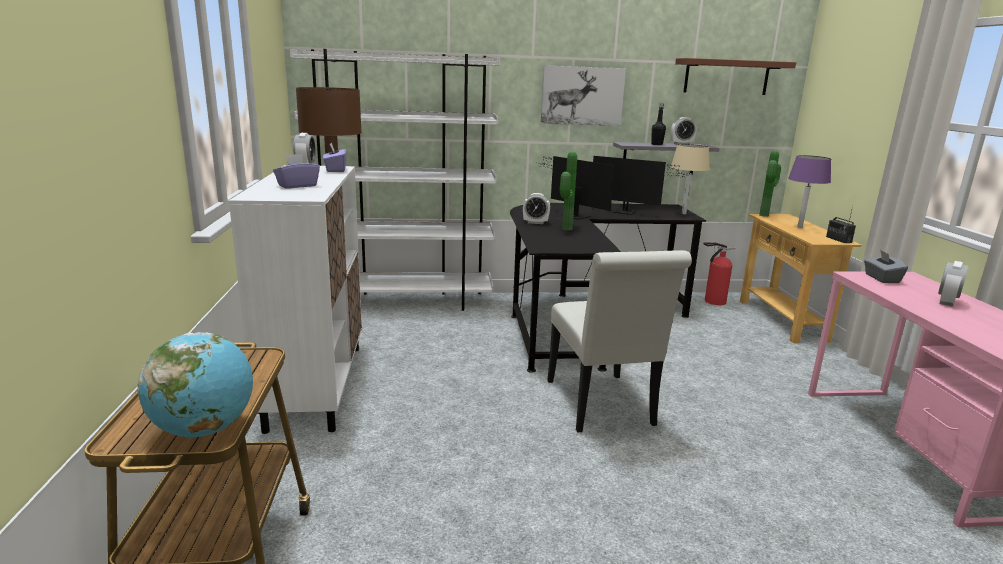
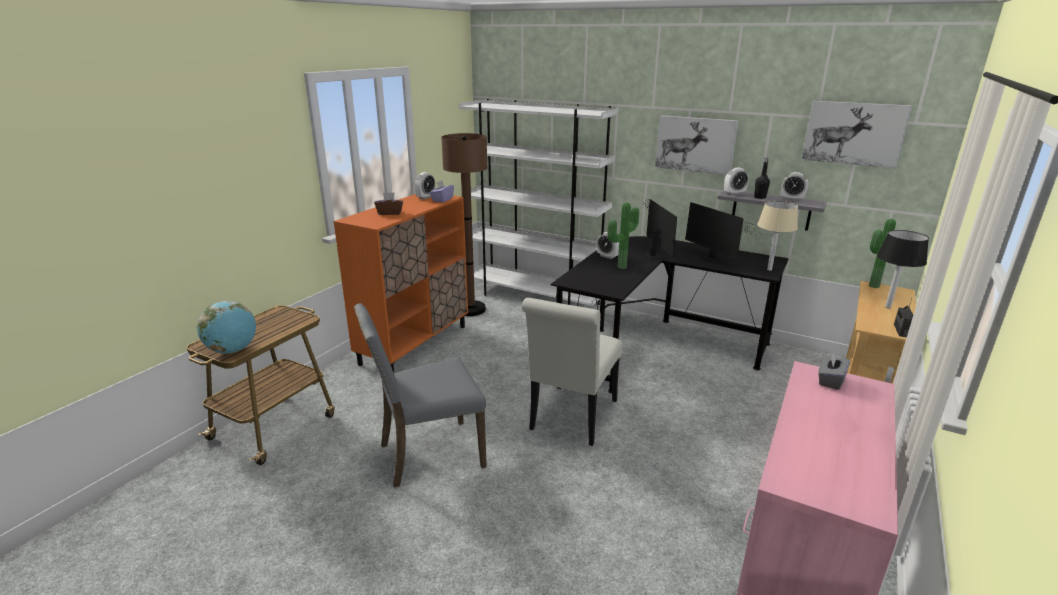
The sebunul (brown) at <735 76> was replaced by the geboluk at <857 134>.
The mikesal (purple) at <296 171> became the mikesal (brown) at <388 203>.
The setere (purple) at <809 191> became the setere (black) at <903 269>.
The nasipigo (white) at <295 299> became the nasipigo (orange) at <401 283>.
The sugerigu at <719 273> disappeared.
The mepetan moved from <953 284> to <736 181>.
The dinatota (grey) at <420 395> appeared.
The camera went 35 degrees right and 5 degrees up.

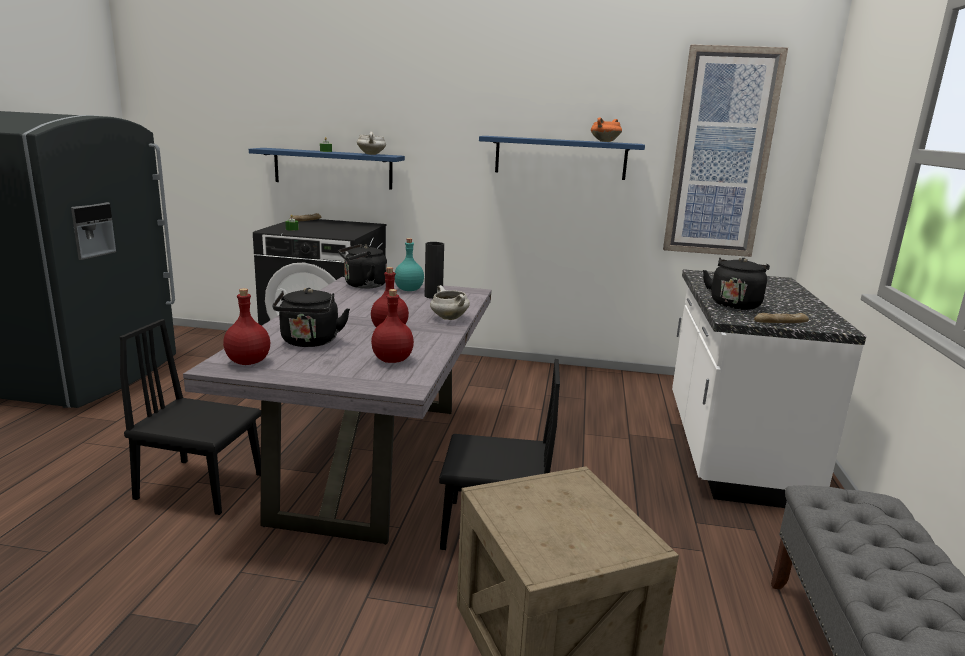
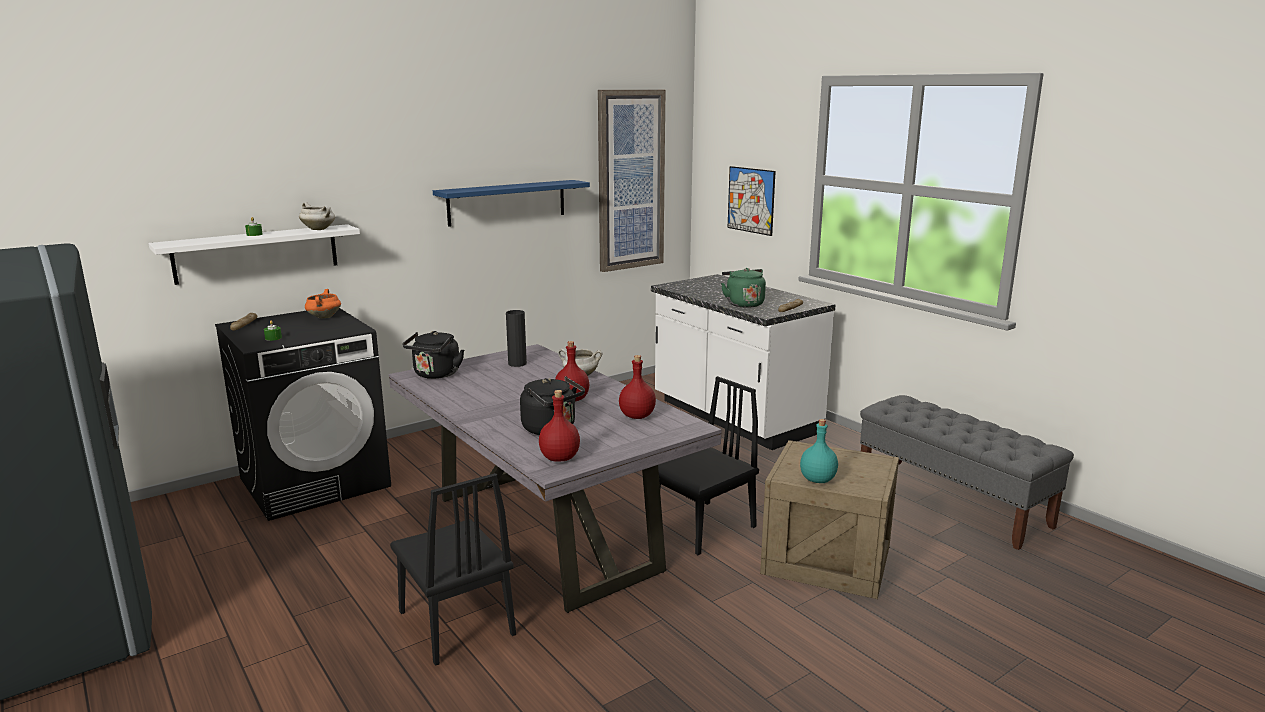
The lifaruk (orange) moved from <606 130> to <323 304>.
The sebunul (blue) at <327 169> became the sebunul (white) at <254 254>.
The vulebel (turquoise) moved from <409 264> to <819 451>.
The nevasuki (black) at <736 284> became the nevasuki (green) at <743 288>.
The dinatota (black) at <190 417> turned 90 degrees counterclockwise.
The geboluk at <751 201> appeared.
The camera went 45 degrees left and 0 degrees up.

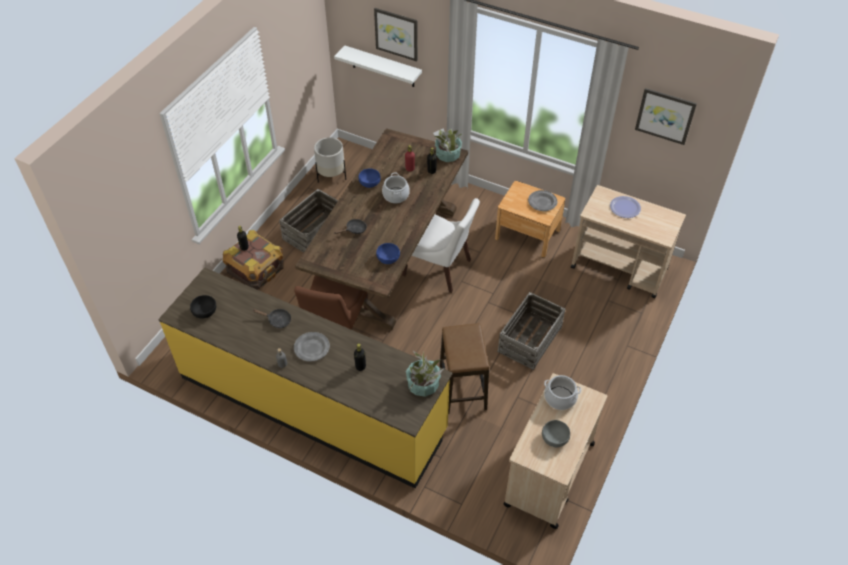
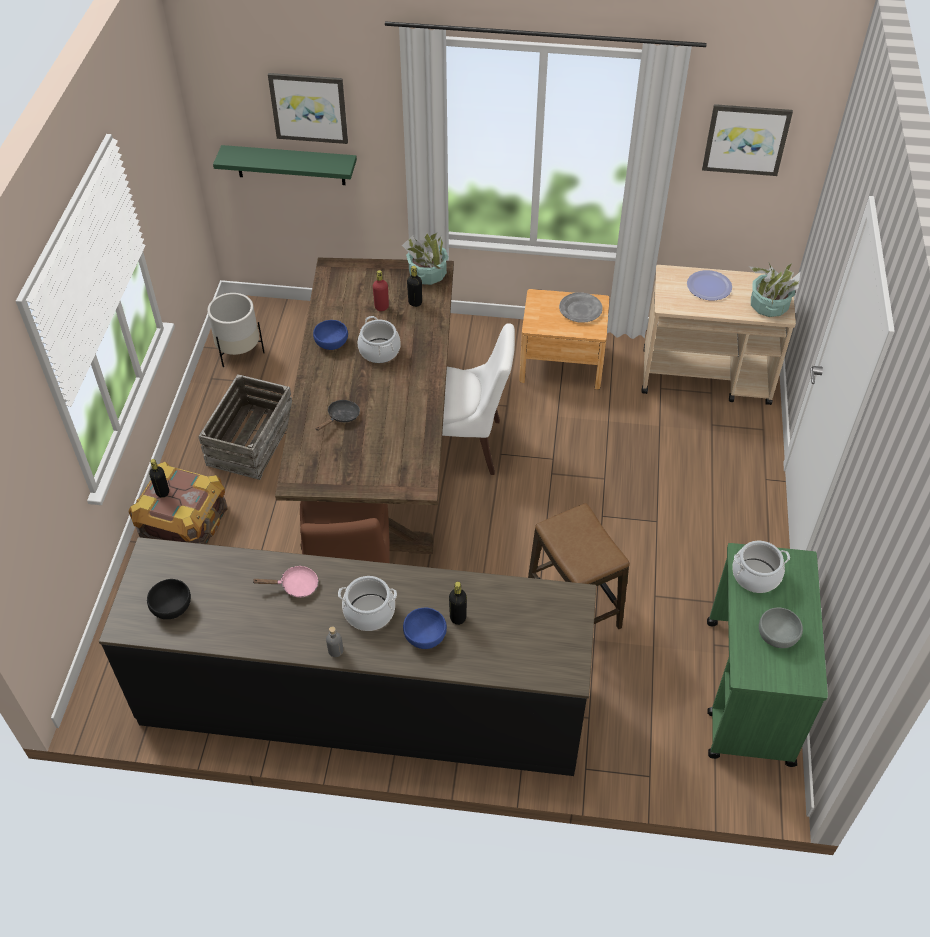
The sebunul (white) at <378 66> became the sebunul (green) at <285 165>.
The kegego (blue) moved from <388 253> to <425 628>.
The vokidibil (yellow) at <305 378> became the vokidibil (black) at <347 656>.
The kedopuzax at <531 331> disappeared.
The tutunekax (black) at <272 318> became the tutunekax (pink) at <285 581>.
The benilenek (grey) at <312 347> was replaced by the lifaruk at <367 603>.
The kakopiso moved from <425 374> to <775 290>.
The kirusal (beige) at <555 451> became the kirusal (green) at <767 655>.
The camera went 20 degrees left and 0 degrees up.

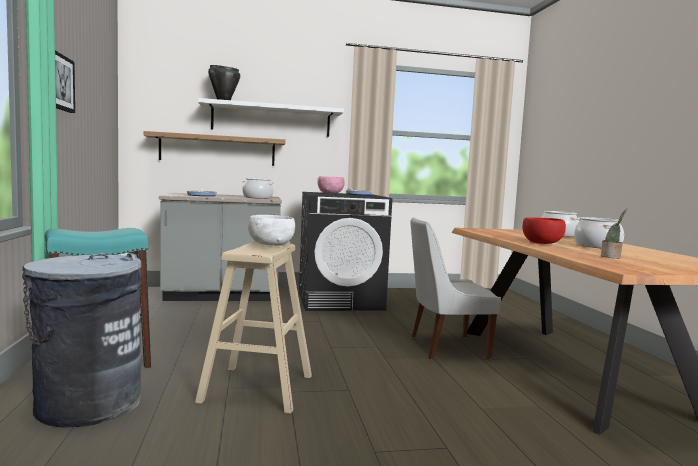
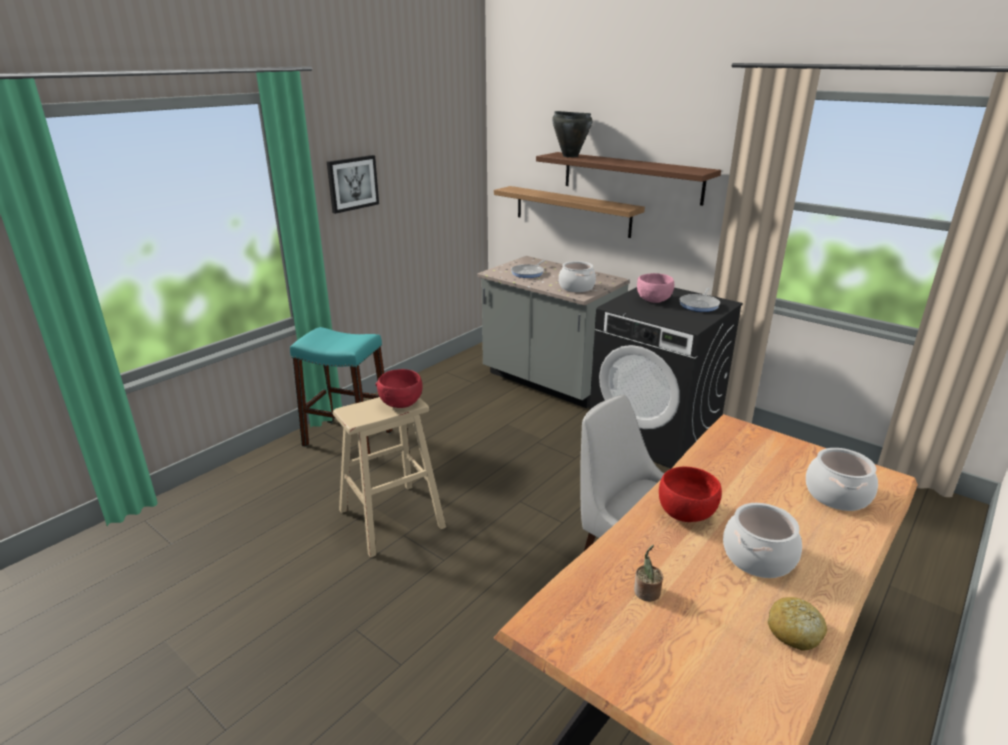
The sebunul (white) at <271 117> became the sebunul (brown) at <628 179>.
The kegego (white) at <271 230> became the kegego (red) at <399 388>.
The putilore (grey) at <82 340> disappeared.
The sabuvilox at <797 623> appeared.
The camera went 50 degrees right and 20 degrees up.

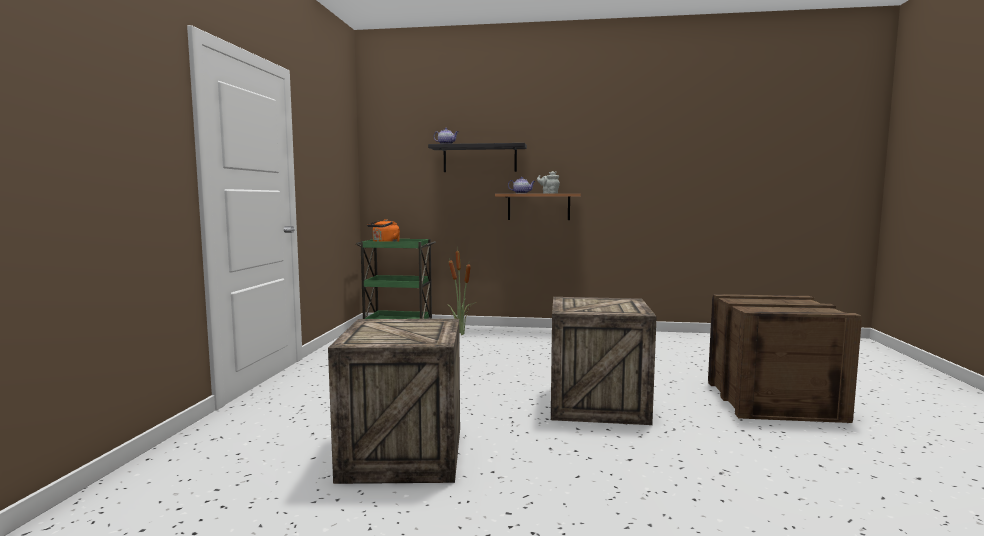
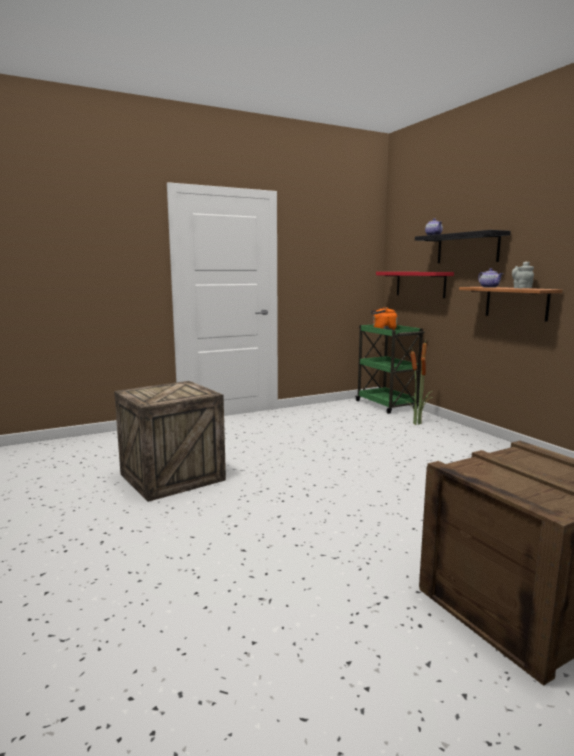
The kedopuzax at <604 361> disappeared.
The sebunul (red) at <415 285> appeared.
The camera went 55 degrees right and 5 degrees up.

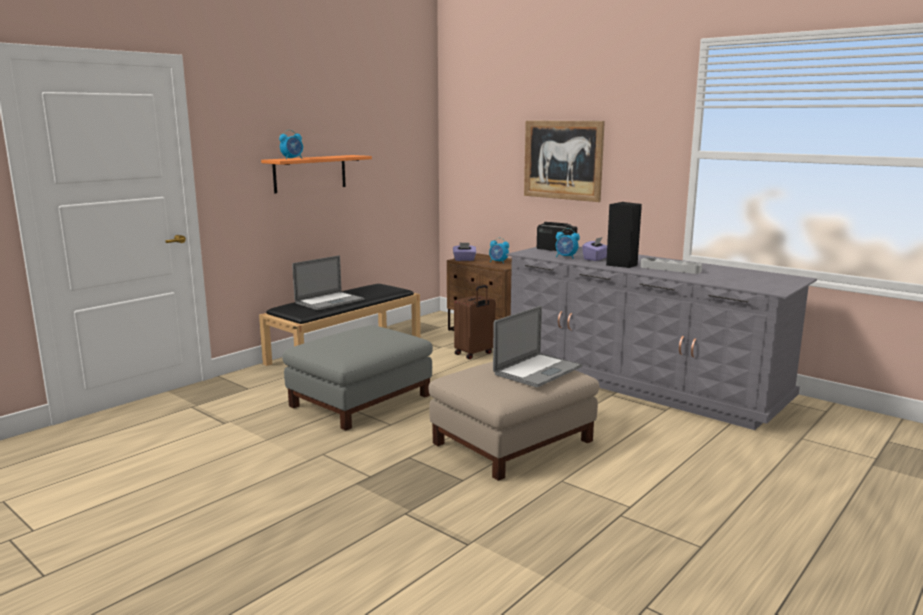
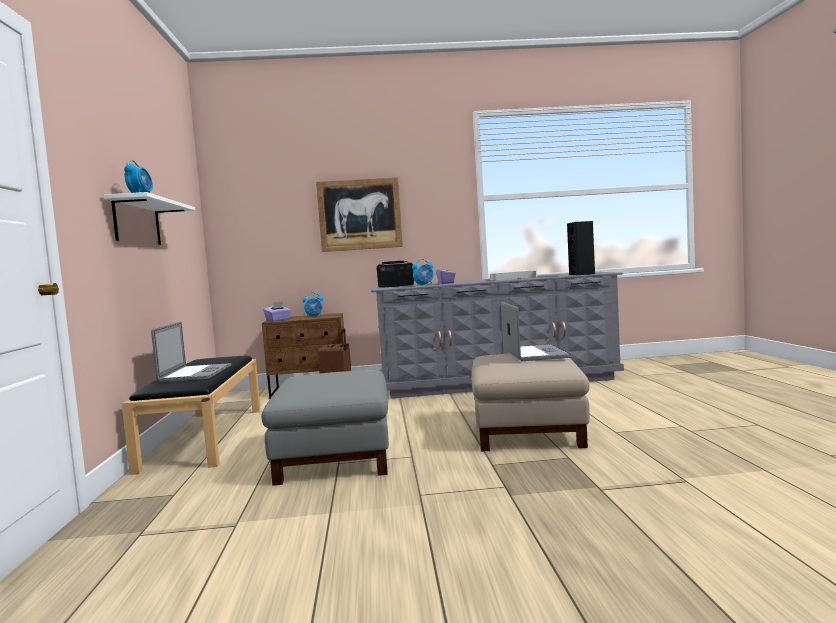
The sebunul (orange) at <316 174> became the sebunul (white) at <149 218>.
The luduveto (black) moved from <624 235> to <581 248>.
The camera went 45 degrees left and 10 degrees down.

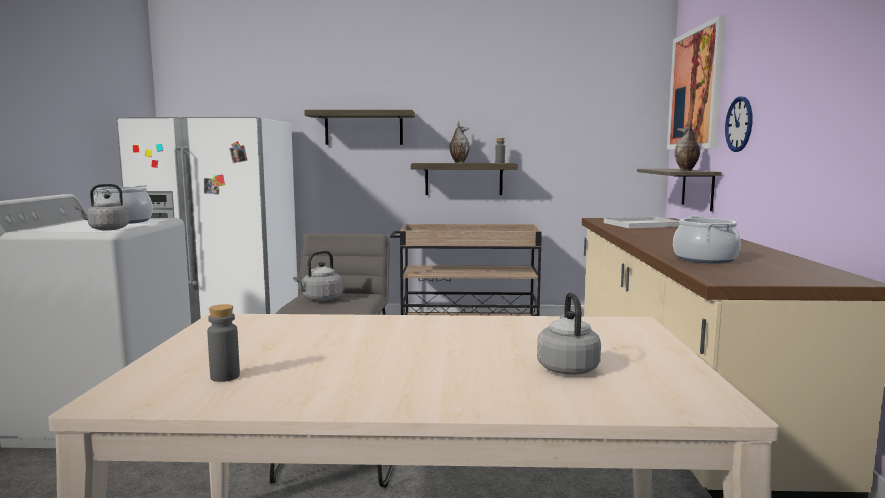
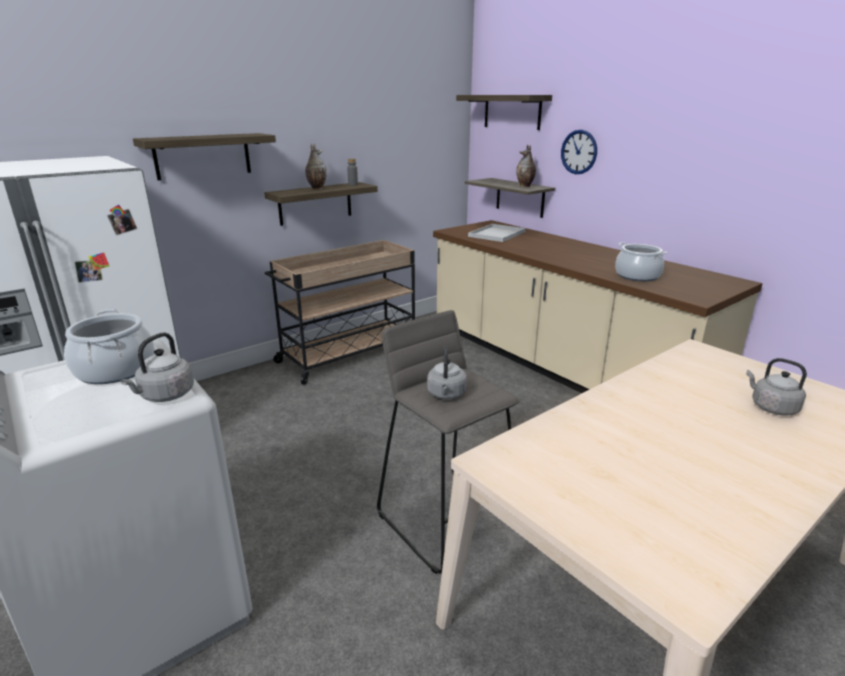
The geboluk at <696 82> was replaced by the sebunul at <504 112>.
The vulebel (grey) at <223 343> disappeared.
The camera went 40 degrees left and 15 degrees up.

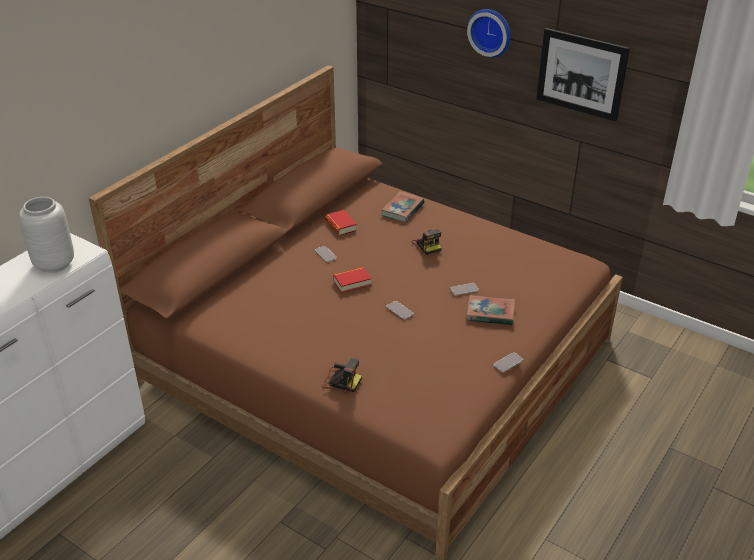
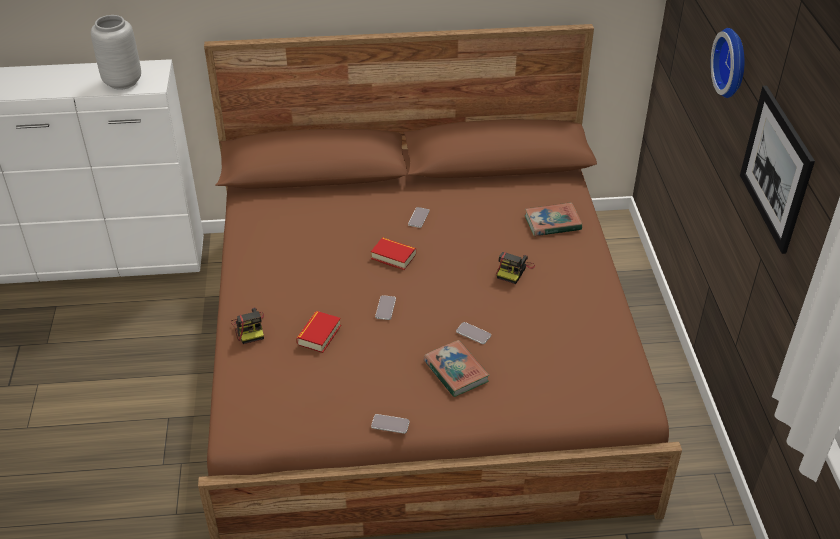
The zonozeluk moved from <341 223> to <318 332>.
The camera went 50 degrees right and 5 degrees up.

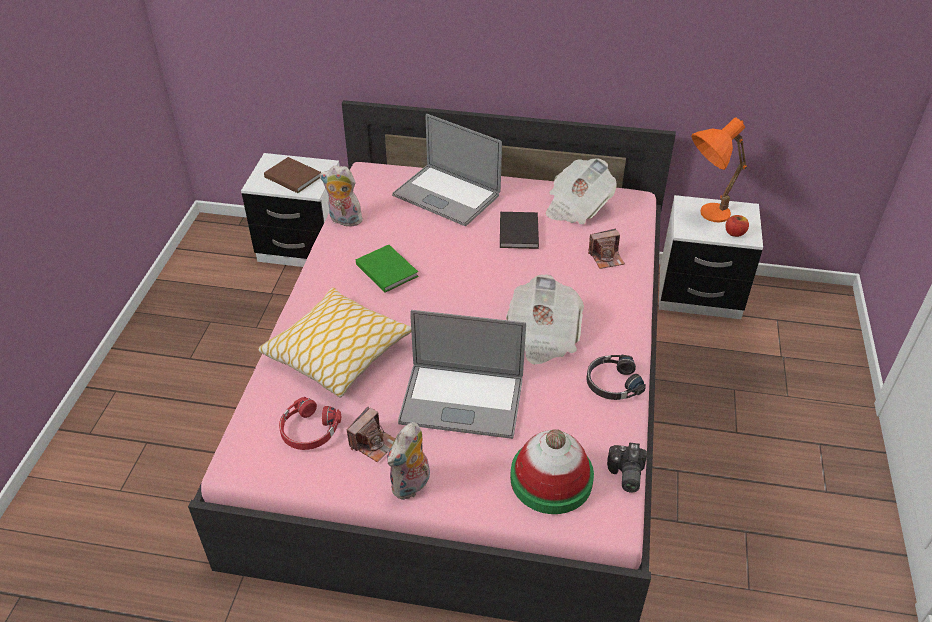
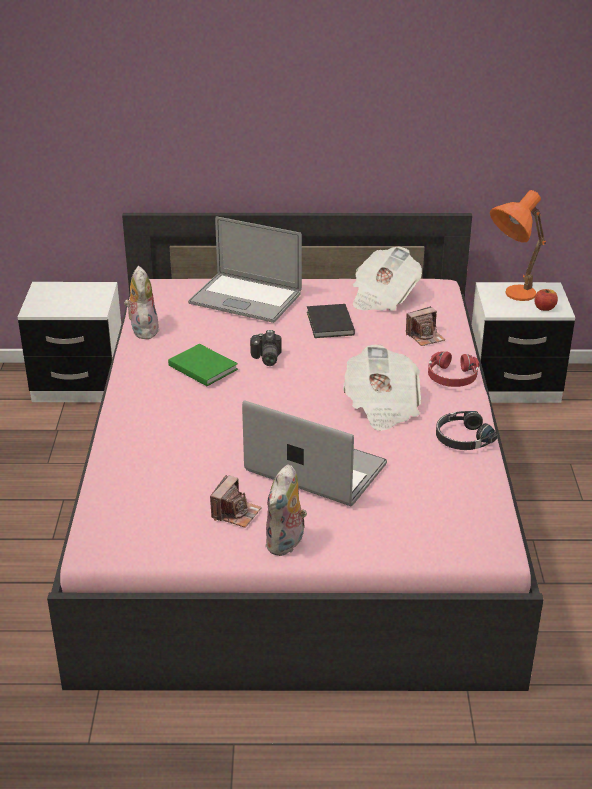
The zonozeluk (brown) at <292 175> disappeared.
The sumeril at <342 196> turned 75 degrees clockwise.
The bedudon at <334 342> disappeared.
The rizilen at <462 374> turned 150 degrees counterclockwise.
The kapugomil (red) moved from <310 423> to <453 369>.
The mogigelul at <552 471> disappeared.
The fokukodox moved from <627 467> to <266 348>.
The camera went 10 degrees left and 10 degrees down.

